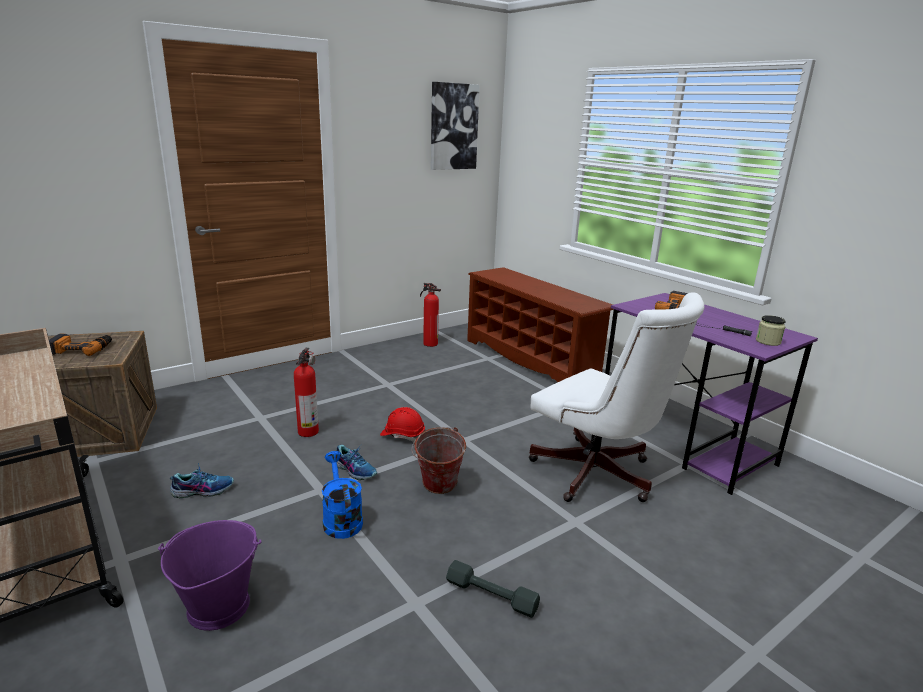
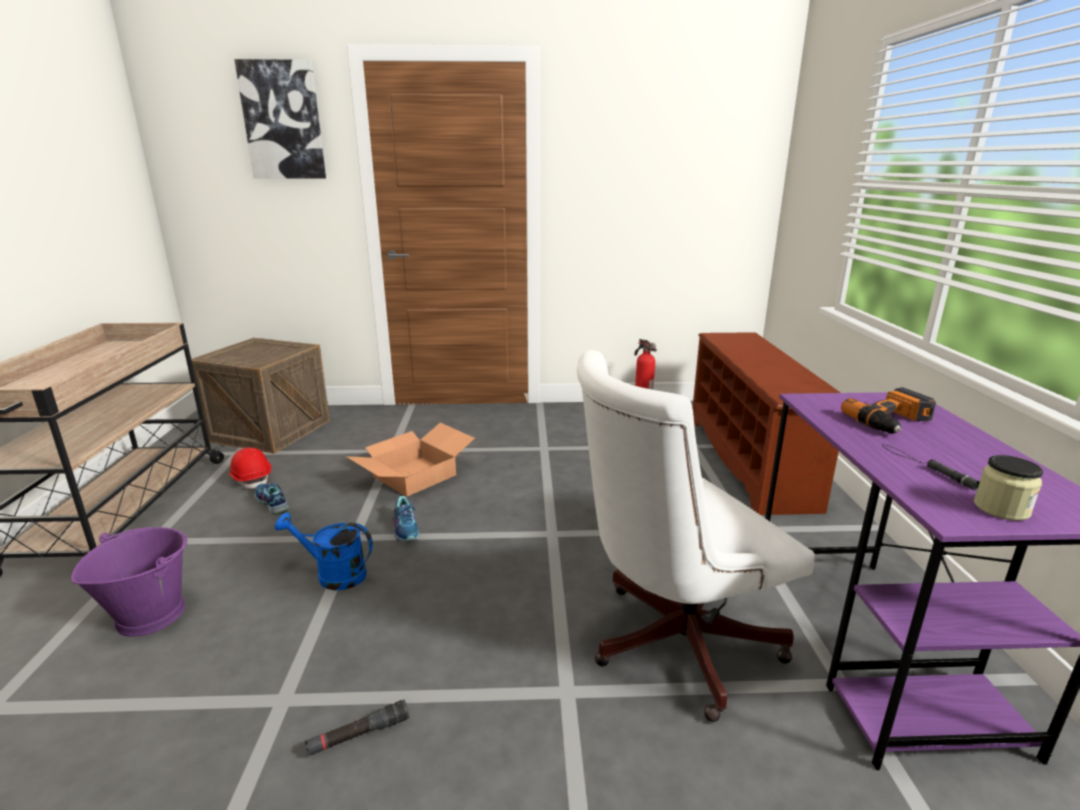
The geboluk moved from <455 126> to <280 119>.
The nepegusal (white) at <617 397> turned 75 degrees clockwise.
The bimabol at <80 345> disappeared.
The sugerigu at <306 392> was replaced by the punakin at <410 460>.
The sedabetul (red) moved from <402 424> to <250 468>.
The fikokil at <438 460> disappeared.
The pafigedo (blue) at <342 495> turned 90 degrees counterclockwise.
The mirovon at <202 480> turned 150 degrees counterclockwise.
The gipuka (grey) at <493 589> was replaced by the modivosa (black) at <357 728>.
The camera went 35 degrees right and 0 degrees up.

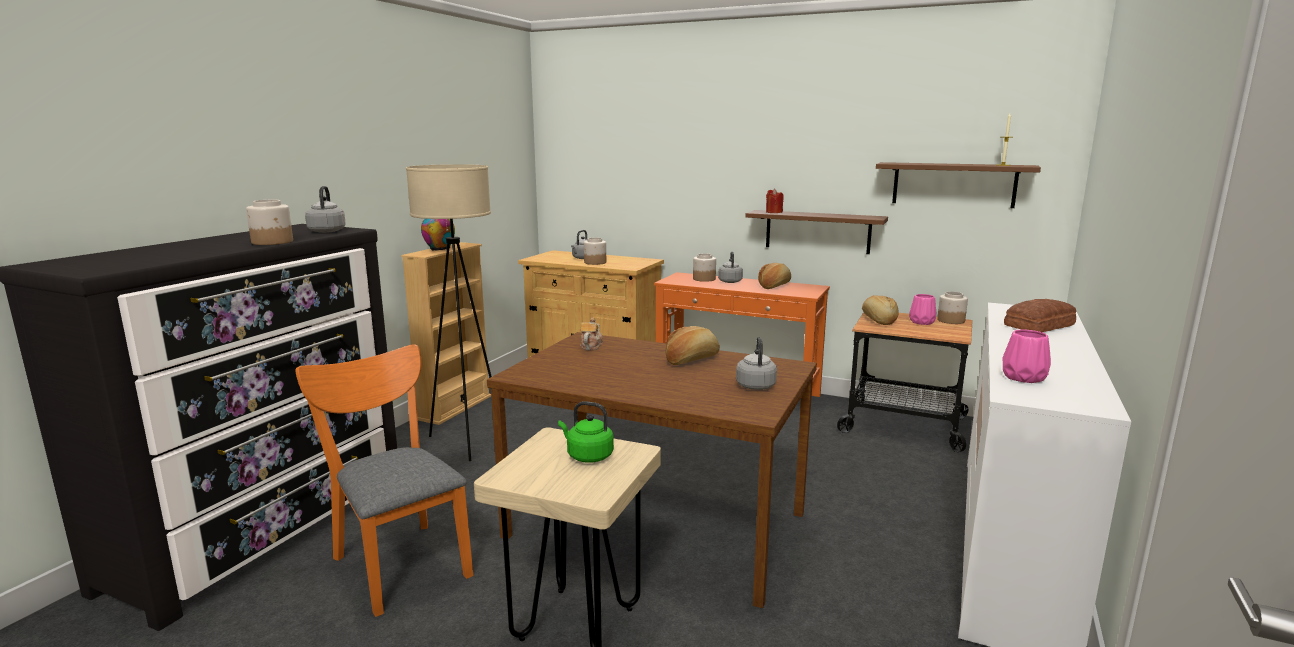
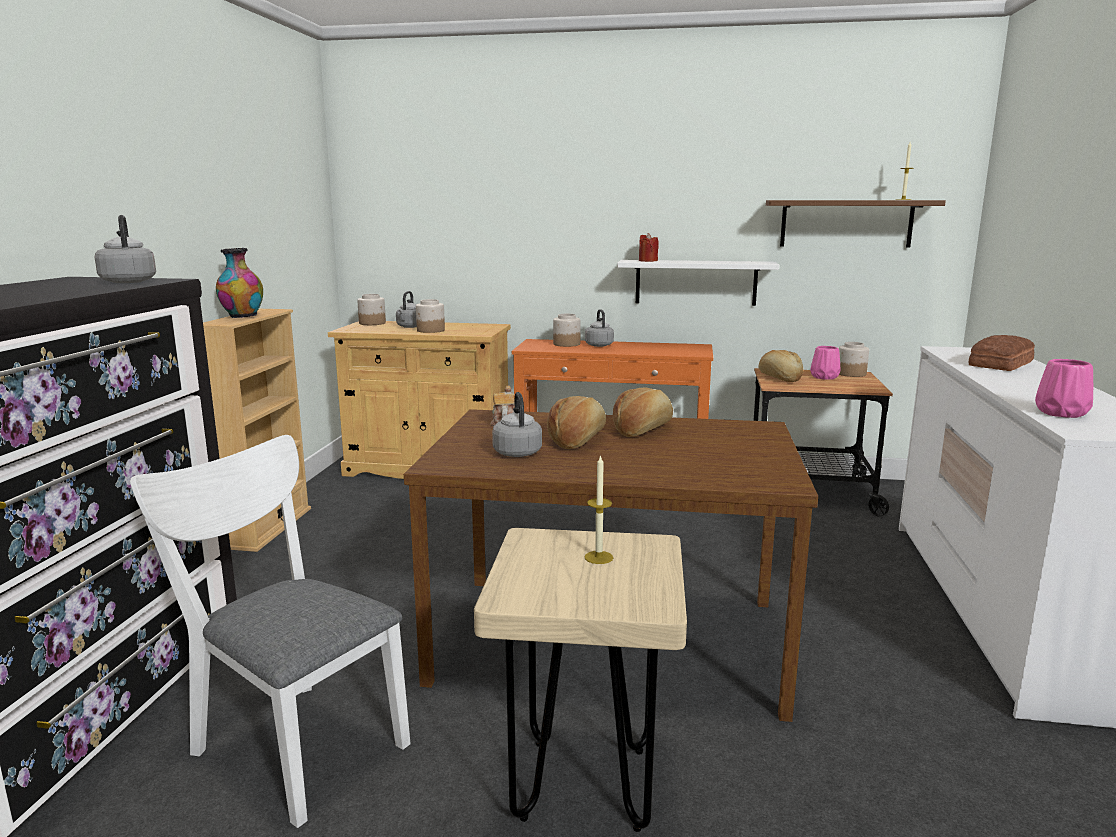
The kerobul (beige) at <449 312> disappeared.
The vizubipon moved from <269 222> to <371 309>.
The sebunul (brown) at <816 232> became the sebunul (white) at <698 283>.
The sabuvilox moved from <774 276> to <576 422>.
The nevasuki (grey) moved from <756 363> to <517 424>.
The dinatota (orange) at <384 480> became the dinatota (white) at <270 631>.
The nevasuki (green) at <586 432> was replaced by the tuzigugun at <598 509>.
The camera went 15 degrees left and 0 degrees up.

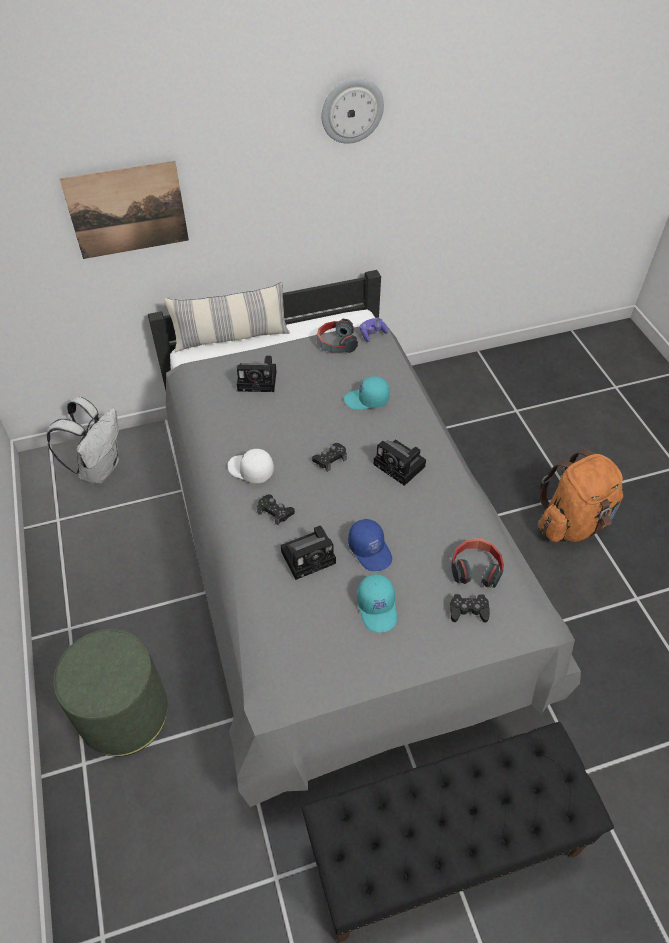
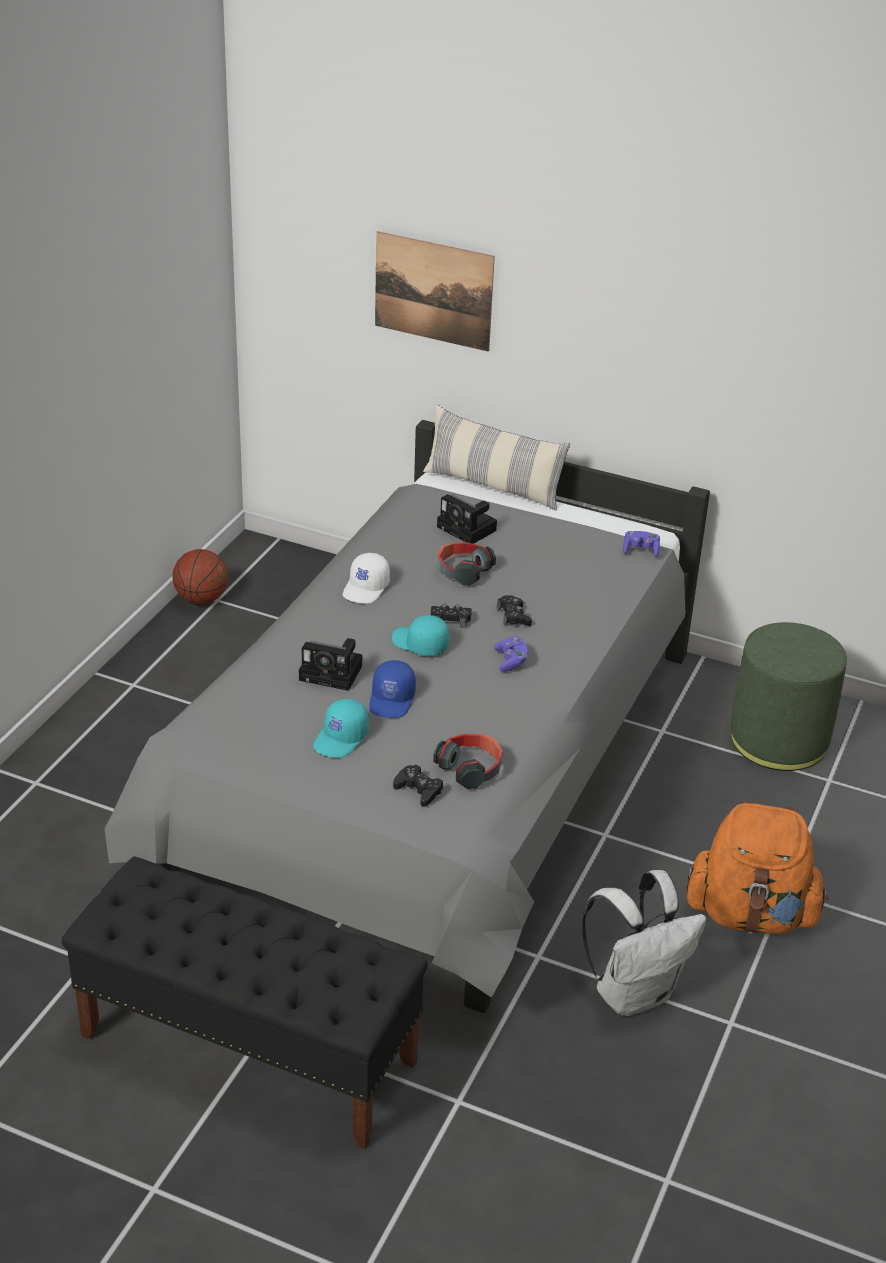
The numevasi at <353 111> disappeared.
The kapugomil moved from <337 336> to <466 564>.
The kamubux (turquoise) moved from <367 393> to <421 635>.
The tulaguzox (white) moved from <83 440> to <644 943>.
The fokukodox at <399 462> was replaced by the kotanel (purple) at <511 654>.
The kamubux (white) at <251 466> turned 135 degrees counterclockwise.
The kotanel (black) moved from <276 509> to <514 610>.
The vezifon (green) moved from <110 692> to <788 696>.
The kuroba at <200 576> appeared.
The camera went 40 degrees right and 15 degrees down.

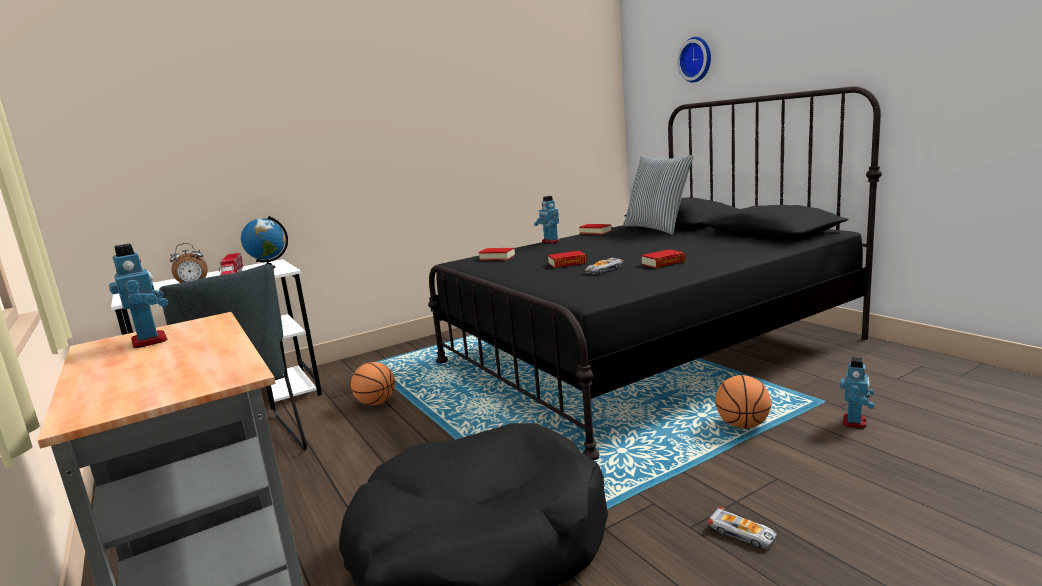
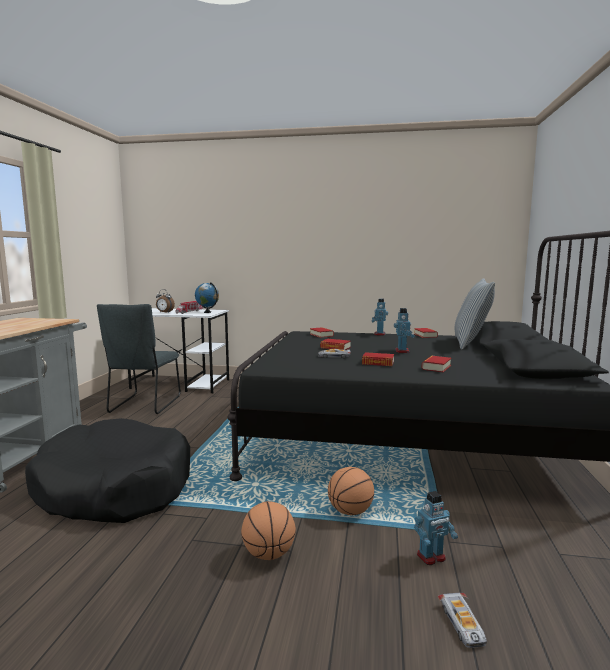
The numevasi at <694 60> disappeared.
The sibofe moved from <138 296> to <404 330>.
The kuroba moved from <373 383> to <268 530>.
The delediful moved from <742 528> to <462 620>.
The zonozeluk at <437 364> appeared.
The camera went 40 degrees right and 5 degrees down.

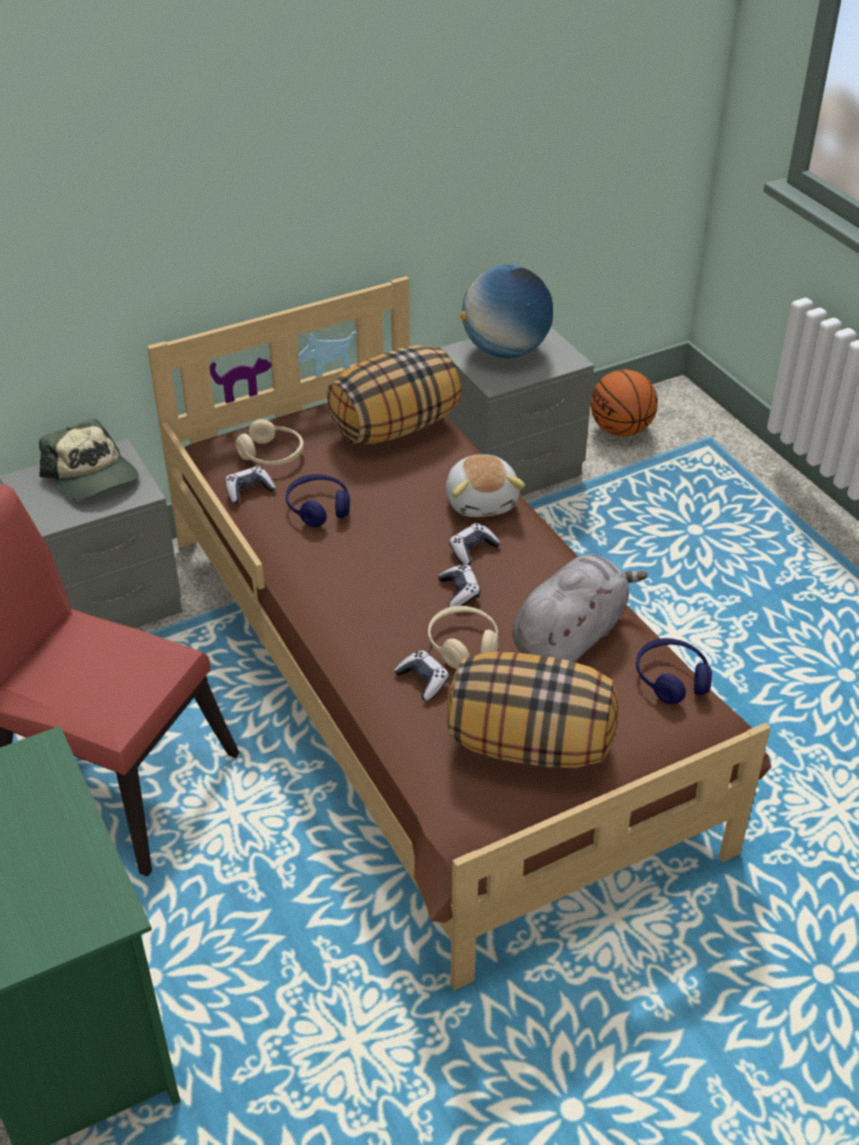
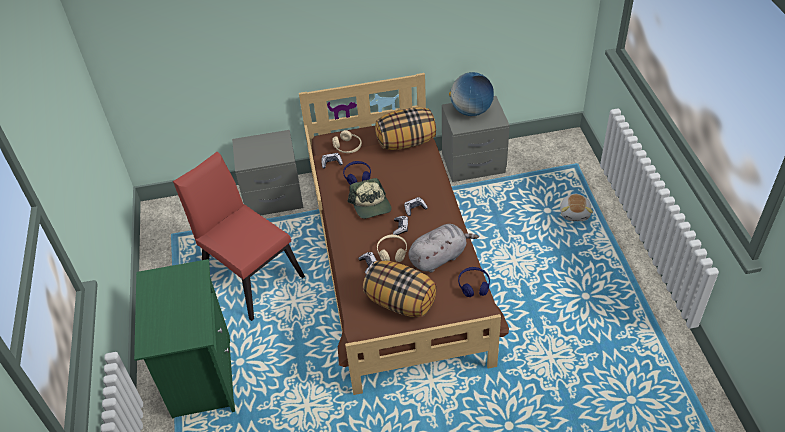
The kuroba at <624 403> disappeared.
The kamubux moved from <89 459> to <370 198>.
The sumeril moved from <485 485> to <576 207>.
The camera went 20 degrees right and 5 degrees up.

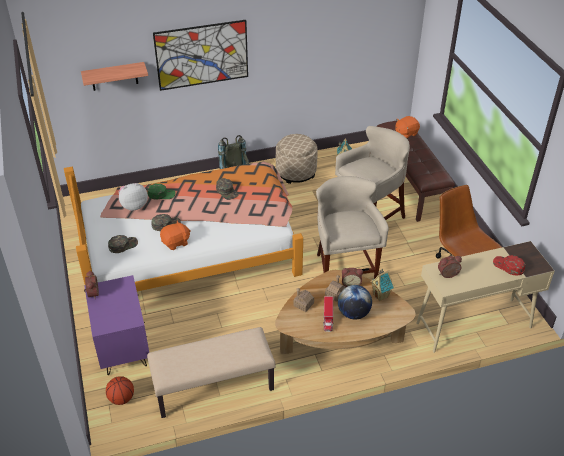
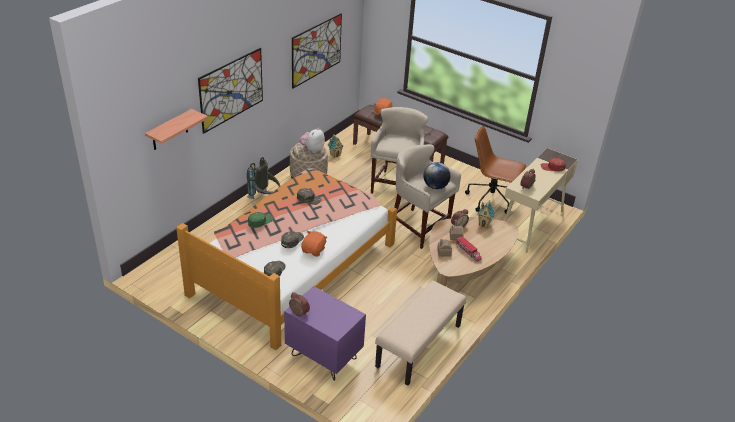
The sumeril moved from <133 197> to <312 140>.
The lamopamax moved from <355 302> to <437 175>.
The kuroba at <120 390> disappeared.
The geboluk at <317 51> appeared.
The camera went 40 degrees left and 5 degrees down.

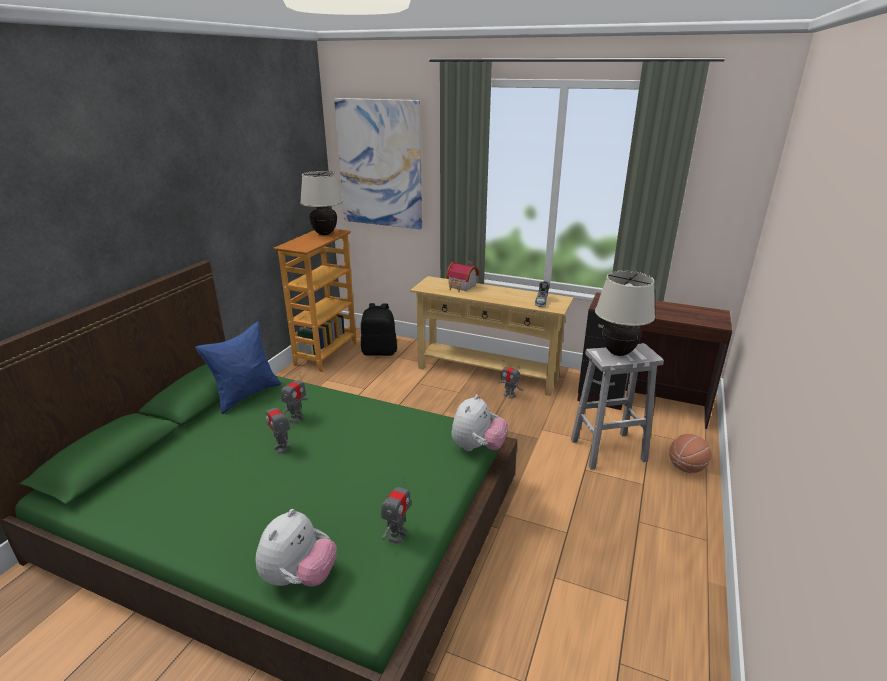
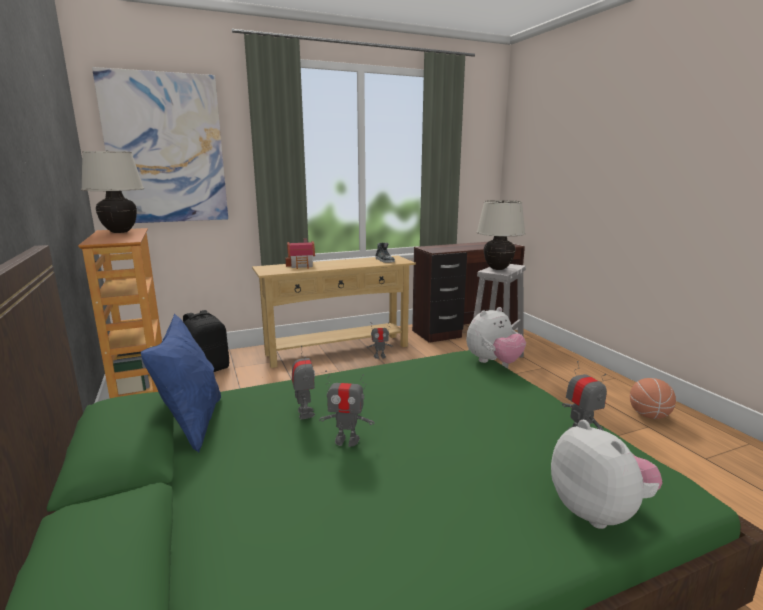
The sumeril at <479 423> turned 75 degrees clockwise.
The kuroba moved from <690 453> to <653 398>.
The camera went 45 degrees left and 10 degrees down.

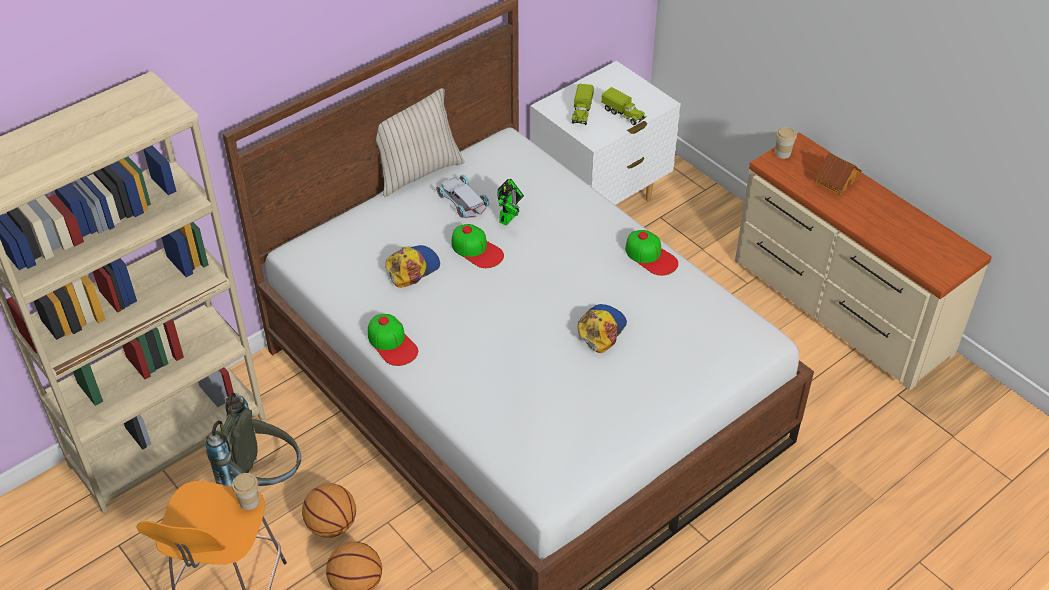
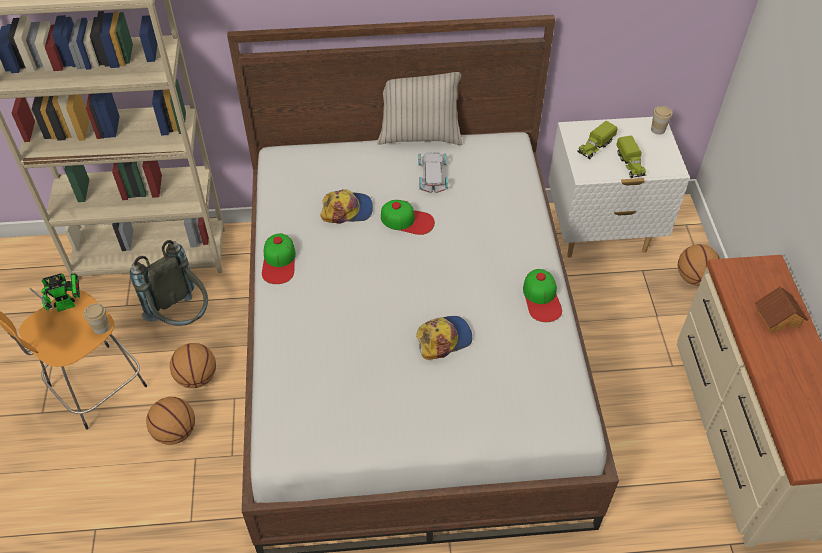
The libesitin moved from <786 143> to <661 120>.
The sibofe moved from <511 202> to <55 292>.
The kamubux at <477 246> turned 60 degrees counterclockwise.
The kuroba at <699 265> appeared.
The camera went 35 degrees right and 5 degrees up.

